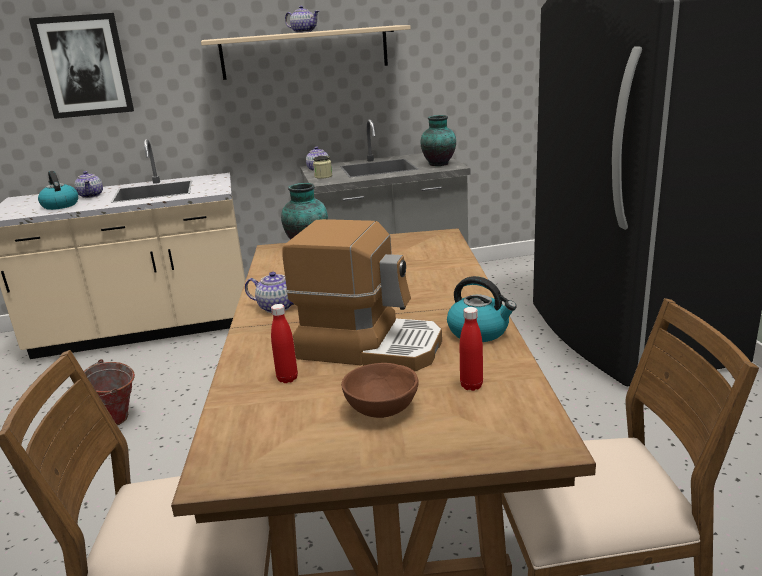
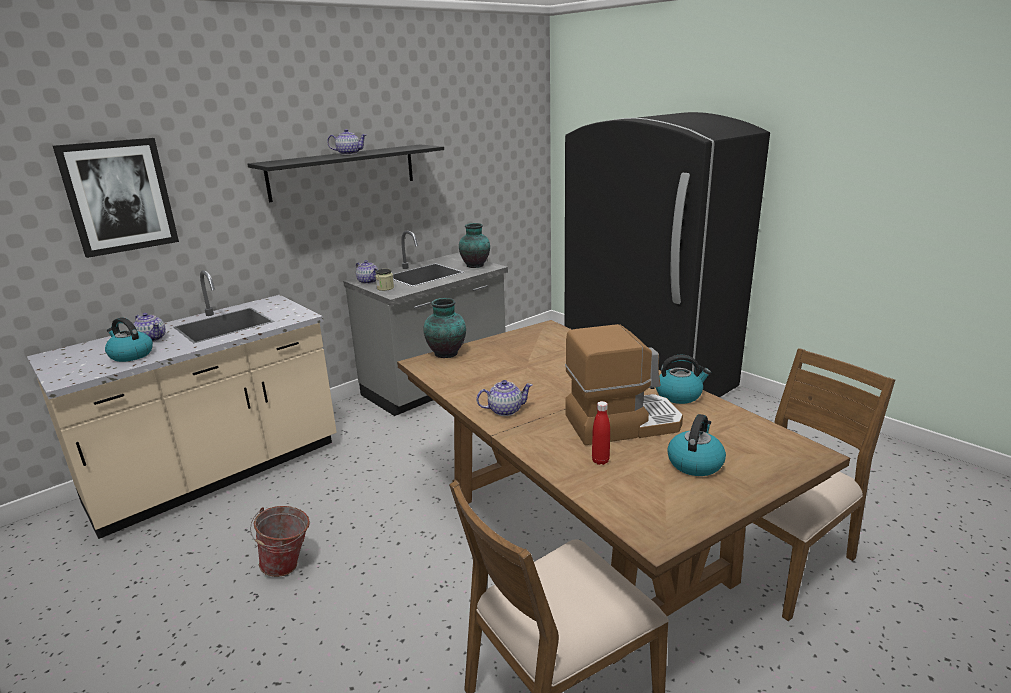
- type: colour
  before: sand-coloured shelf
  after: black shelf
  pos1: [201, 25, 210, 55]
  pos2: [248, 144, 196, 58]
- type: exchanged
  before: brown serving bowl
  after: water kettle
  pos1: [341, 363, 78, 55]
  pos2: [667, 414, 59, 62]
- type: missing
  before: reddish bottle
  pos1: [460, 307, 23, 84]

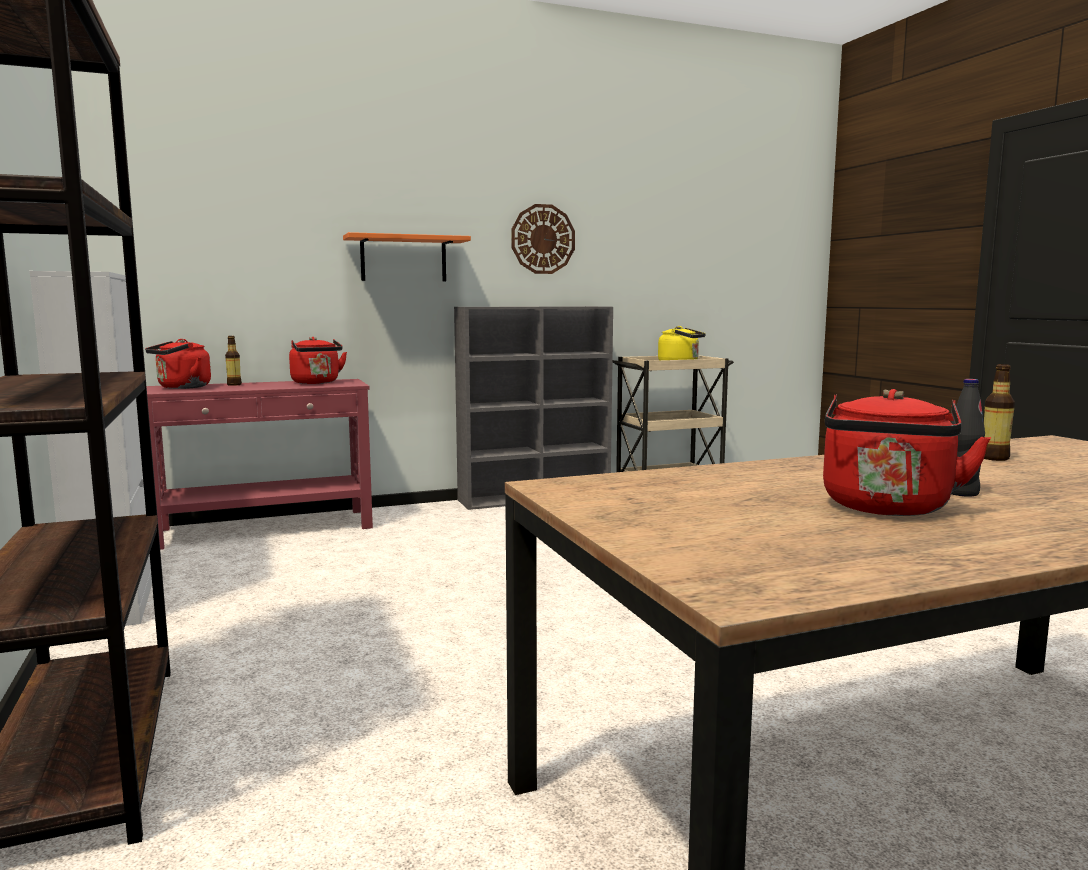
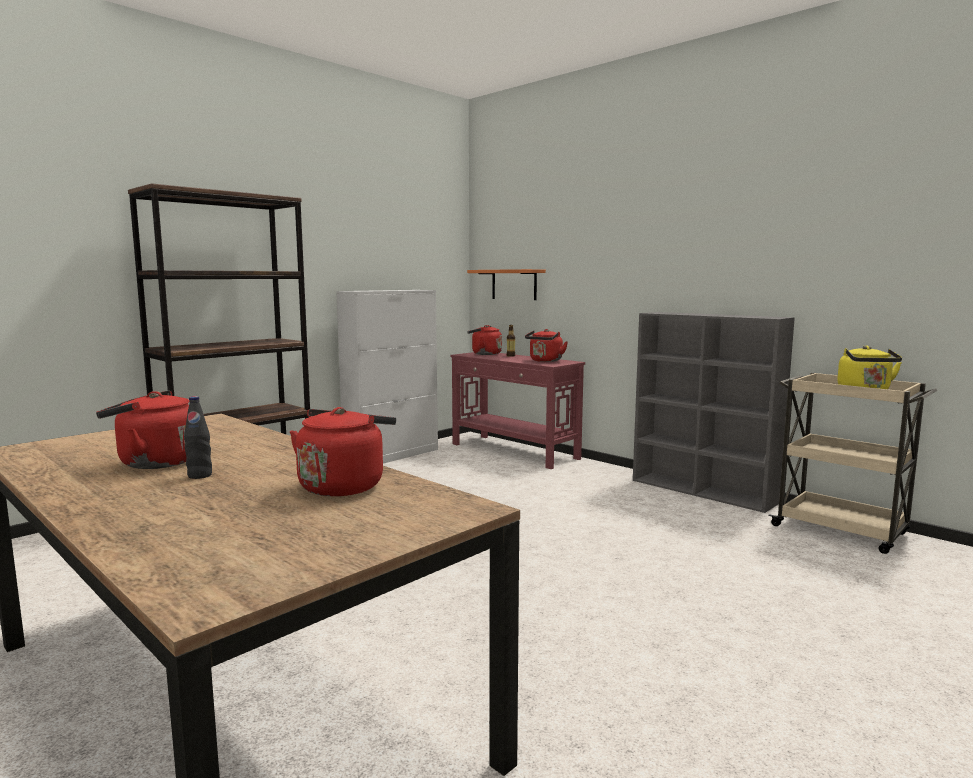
- type: exchanged
  before: bottle
  after: reddish water kettle
  pos1: [984, 364, 31, 97]
  pos2: [290, 407, 106, 89]
- type: relocated
  before: orange shelf
  pos1: [343, 232, 128, 49]
  pos2: [467, 269, 79, 31]
- type: missing
  before: clock on the wall
  pos1: [511, 204, 64, 70]

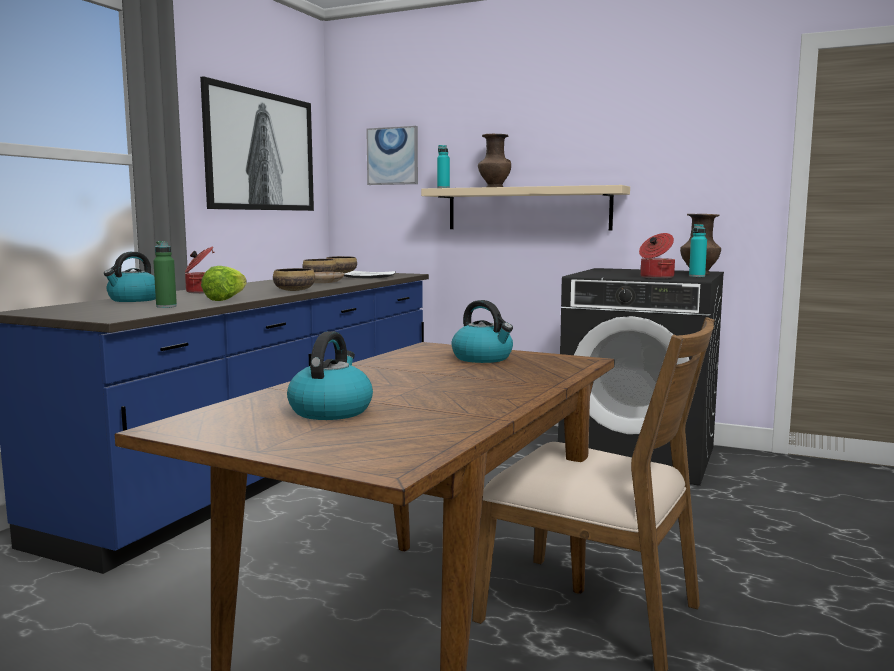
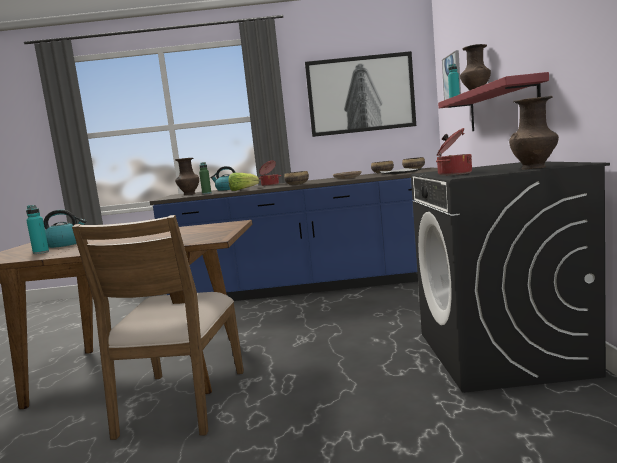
- type: relocated
  before: turquoise bottle
  pos1: [689, 224, 18, 53]
  pos2: [26, 205, 23, 49]
- type: appeared
  after: brown decorative vase
  pos2: [175, 158, 24, 37]
- type: colour
  before: sand-coloured shelf
  after: reddish shelf
  pos1: [421, 185, 209, 45]
  pos2: [438, 72, 111, 59]
- type: missing
  before: water kettle
  pos1: [451, 300, 62, 63]

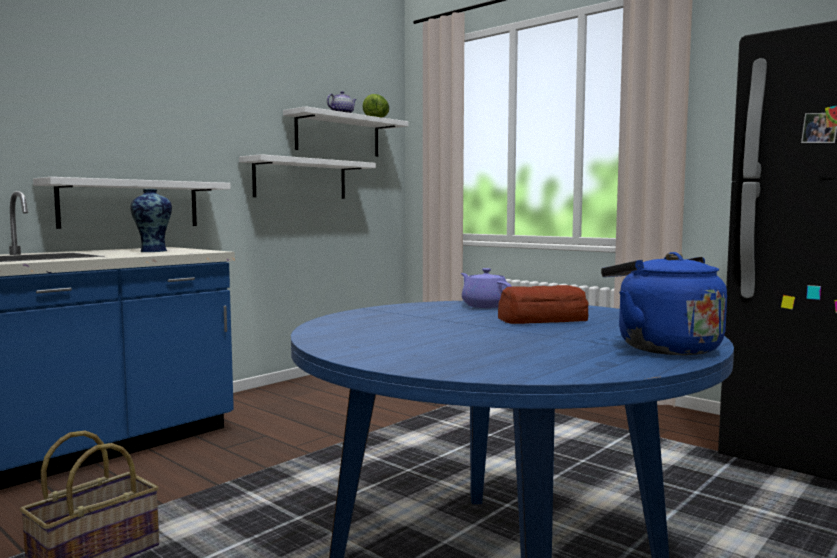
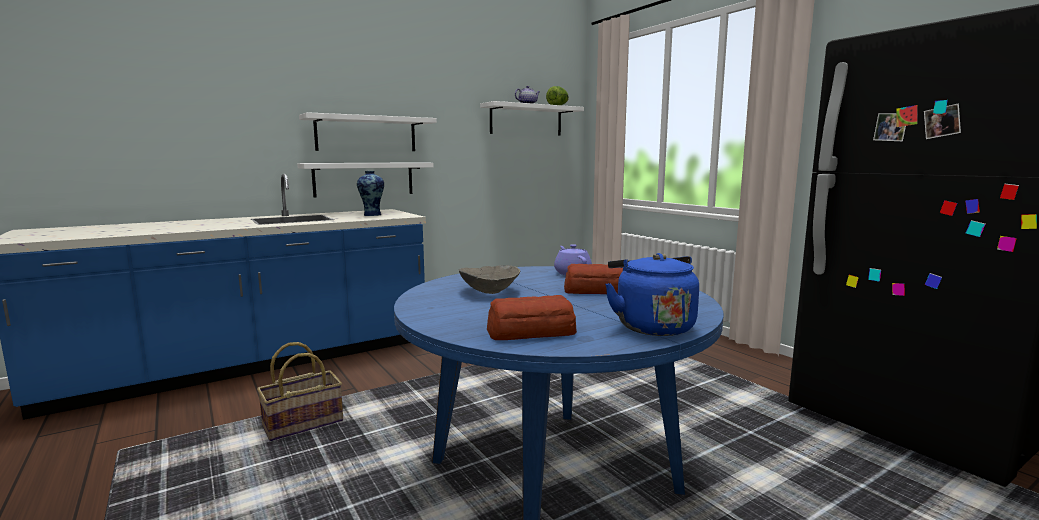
- type: relocated
  before: white shelf
  pos1: [239, 154, 137, 45]
  pos2: [299, 112, 138, 39]
- type: appeared
  after: gray serving bowl
  pos2: [459, 265, 61, 29]
- type: appeared
  after: baked bread
  pos2: [487, 295, 90, 45]

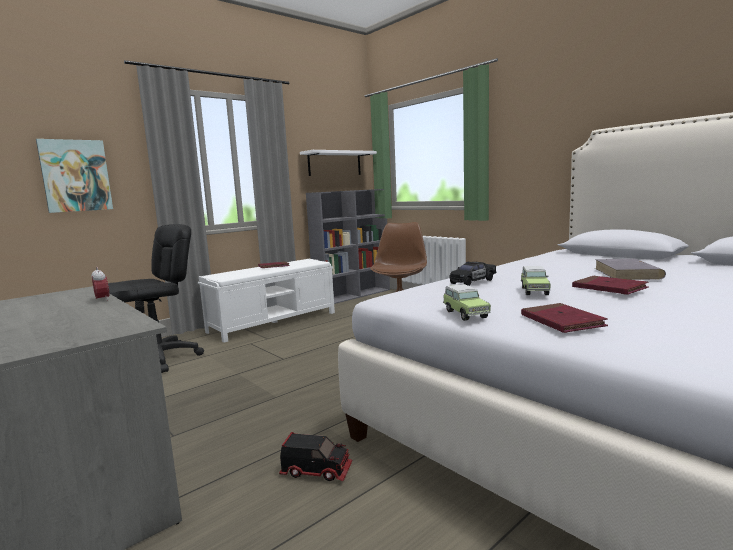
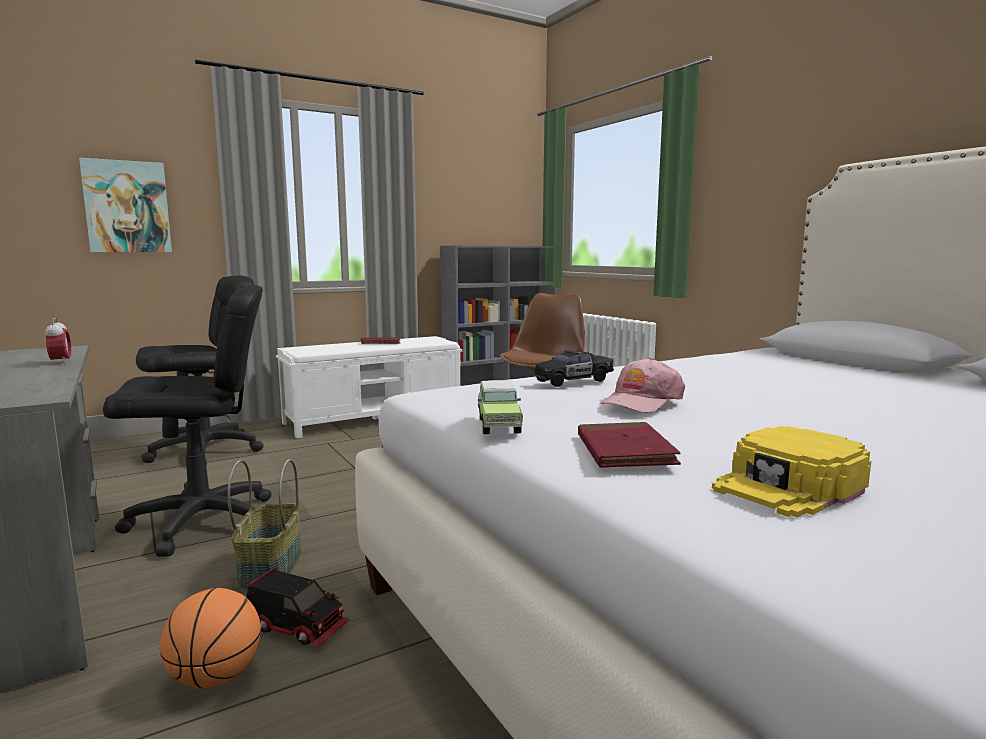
- type: appeared
  after: black computer chair
  pos2: [103, 285, 168, 272]
- type: appeared
  after: basketball
  pos2: [160, 588, 101, 100]
- type: appeared
  after: basket
  pos2: [228, 459, 73, 131]
- type: exchanged
  before: toy car
  after: pink baseball cap
  pos1: [521, 266, 30, 29]
  pos2: [600, 358, 85, 55]
- type: appeared
  after: yellow-coloured baseball cap
  pos2: [712, 426, 159, 91]
- type: missing
  before: white shelf
  pos1: [300, 150, 77, 26]
- type: missing
  before: reddish volume
  pos1: [572, 276, 77, 19]
- type: missing
  before: gray volume
  pos1: [595, 259, 71, 21]

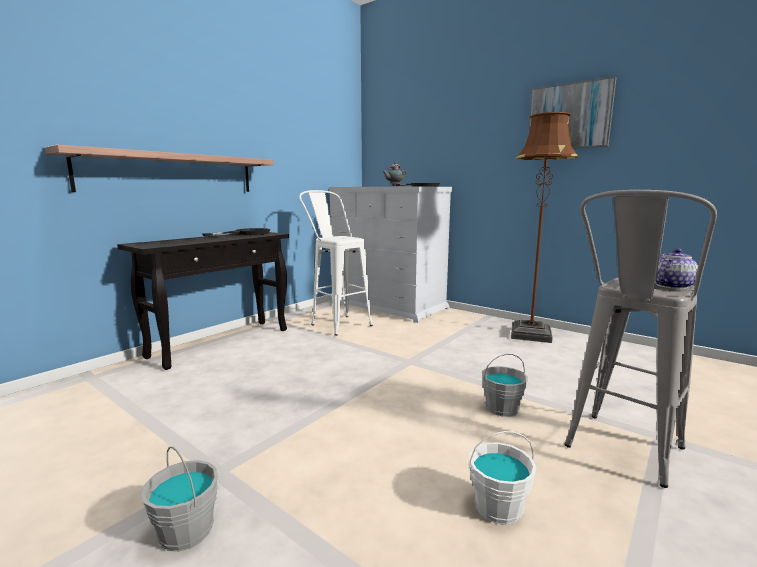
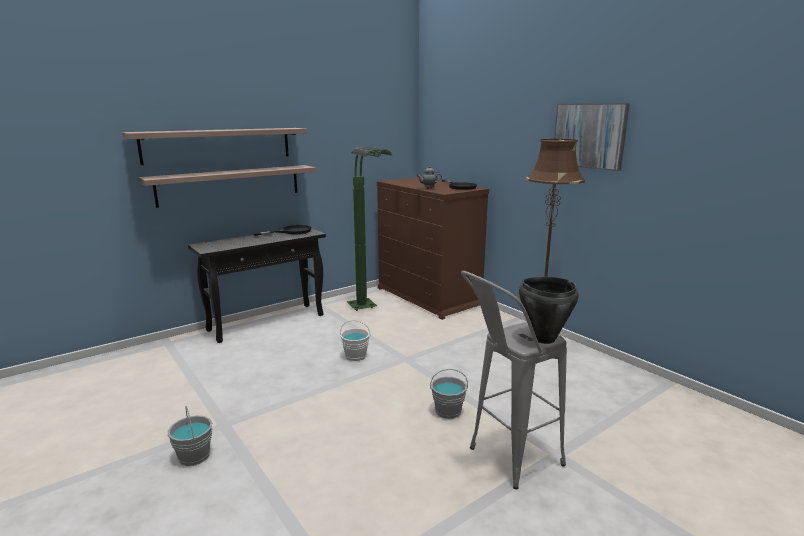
- type: appeared
  after: shelf
  pos2: [122, 128, 185, 37]
- type: relocated
  before: white bucket
  pos1: [469, 431, 67, 94]
  pos2: [340, 320, 30, 41]
- type: exchanged
  before: white sitting stool
  after: greenish standing lamp
  pos1: [299, 190, 74, 146]
  pos2: [347, 147, 45, 164]
- type: colour
  before: white chest of drawers
  after: brown chest of drawers
  pos1: [329, 186, 123, 137]
  pos2: [377, 177, 112, 143]
- type: exchanged
  before: teapot
  after: black saucepot
  pos1: [656, 248, 42, 41]
  pos2: [519, 277, 59, 67]

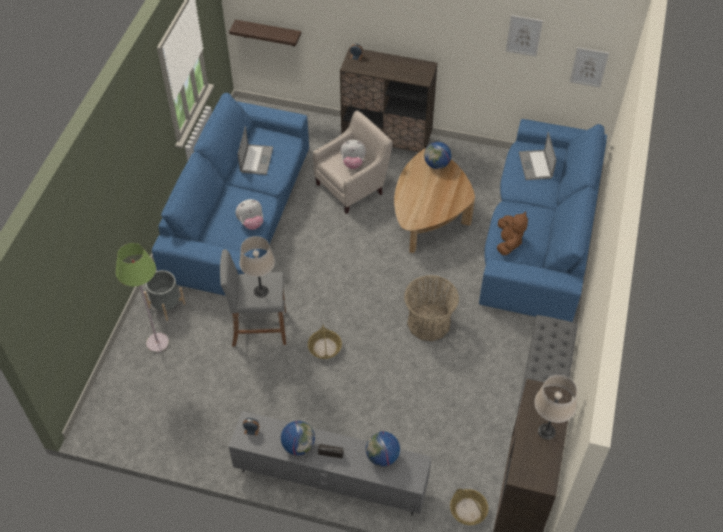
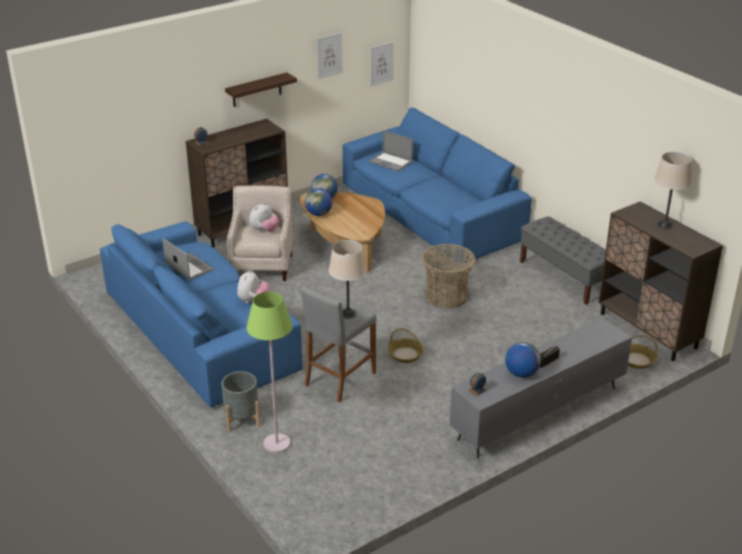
- type: relocated
  before: shelf
  pos1: [229, 20, 72, 27]
  pos2: [225, 72, 72, 35]
- type: relocated
  before: world globe
  pos1: [366, 431, 34, 35]
  pos2: [305, 188, 27, 28]
- type: missing
  before: brown plush toy
  pos1: [497, 211, 31, 44]

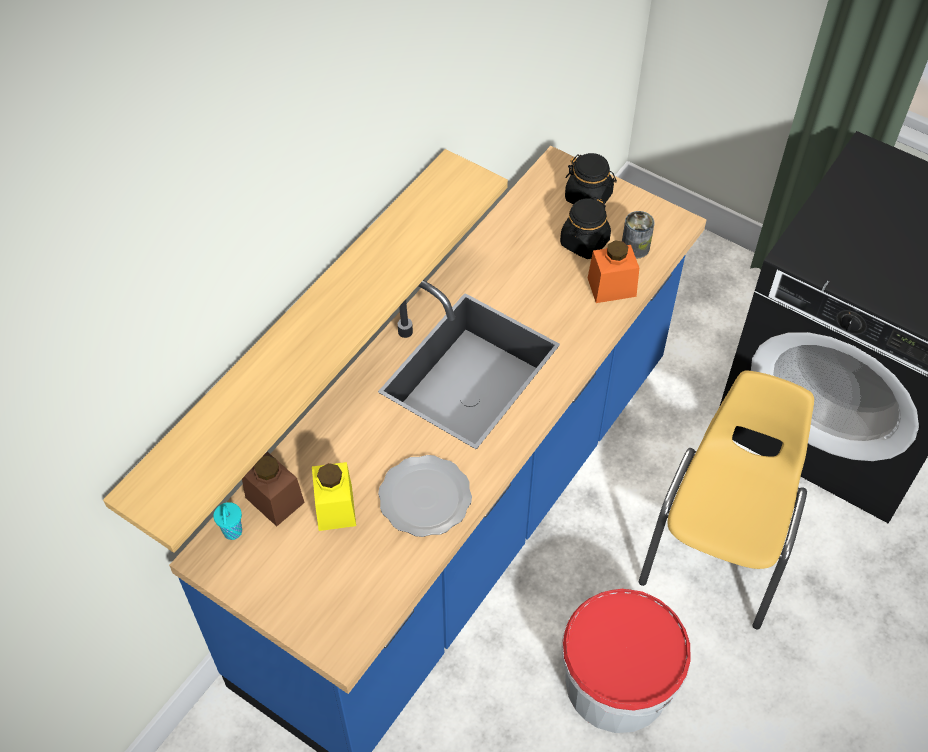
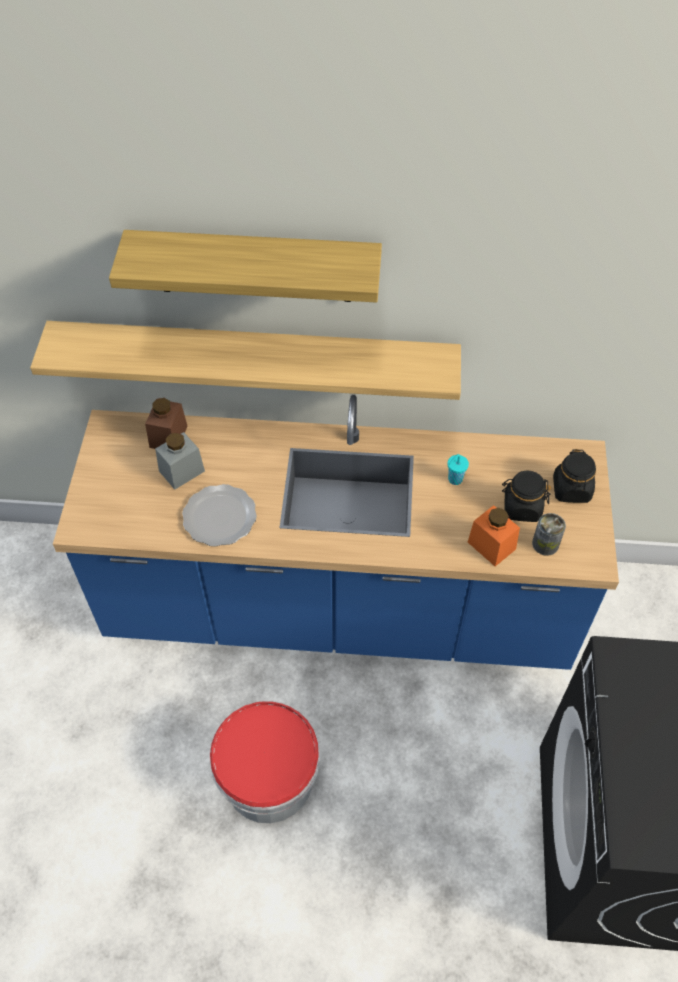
- type: appeared
  after: shelf
  pos2: [109, 230, 273, 73]
- type: colour
  before: yellow-coloured jar
  after: gray jar
  pos1: [312, 462, 44, 69]
  pos2: [155, 432, 50, 58]
- type: relocated
  before: turquoise drinking cup
  pos1: [213, 502, 29, 38]
  pos2: [448, 454, 21, 31]
- type: missing
  before: yellow-coloured upright chair
  pos1: [639, 370, 175, 260]

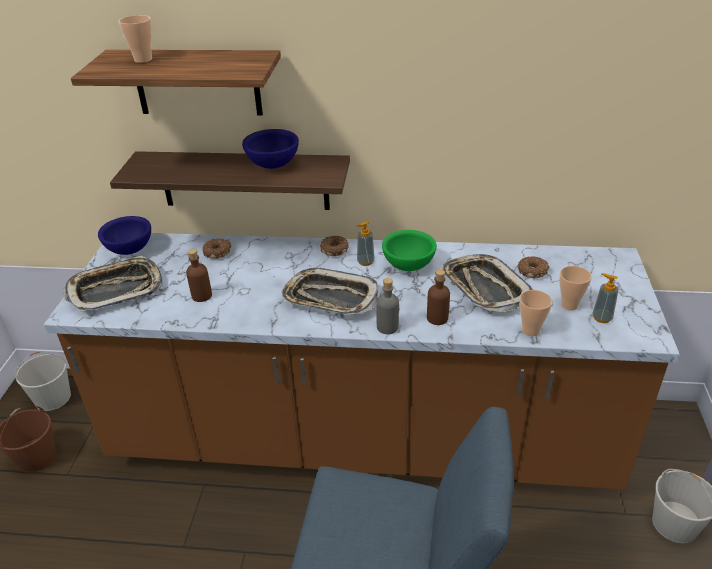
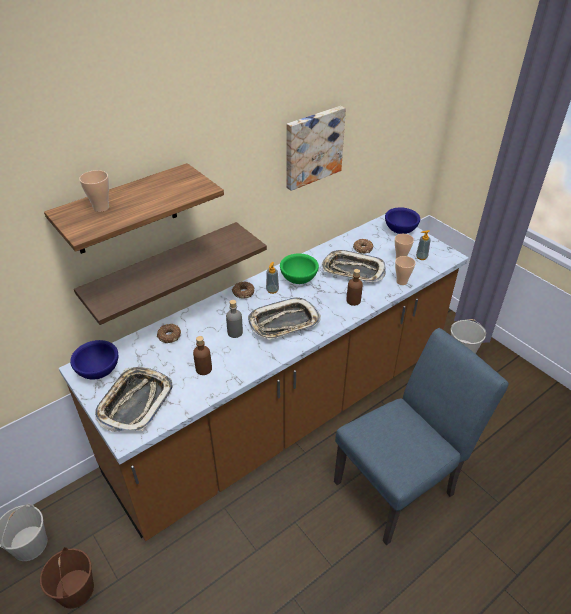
- type: relocated
  before: gray bottle
  pos1: [377, 278, 22, 56]
  pos2: [226, 300, 17, 38]
- type: appeared
  after: picture
  pos2: [286, 106, 60, 85]
- type: relocated
  before: bluish serving bowl
  pos1: [242, 129, 57, 40]
  pos2: [385, 207, 35, 27]

